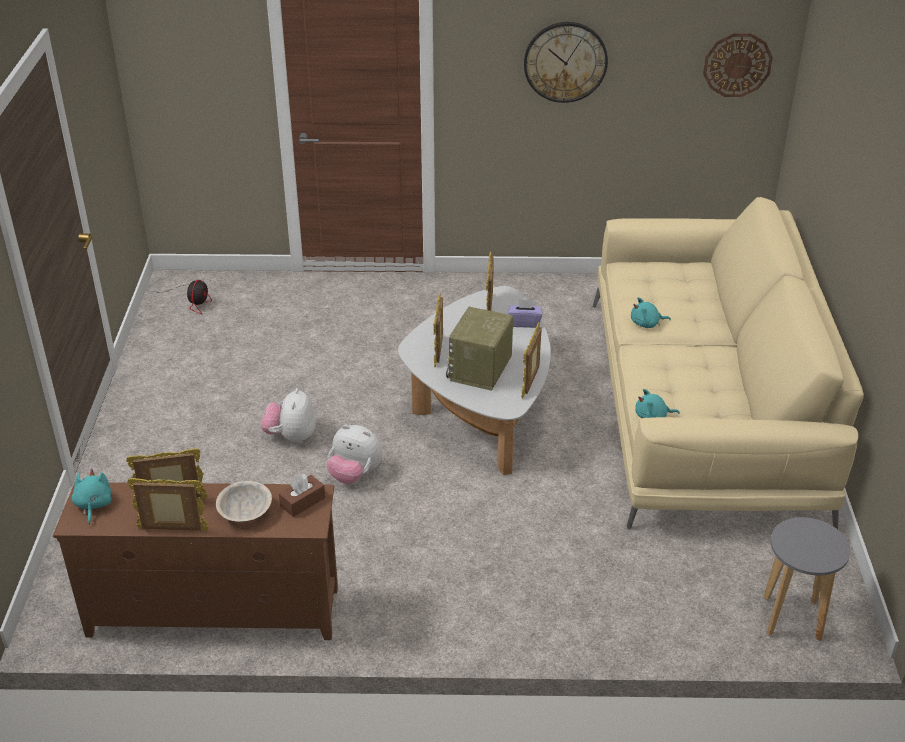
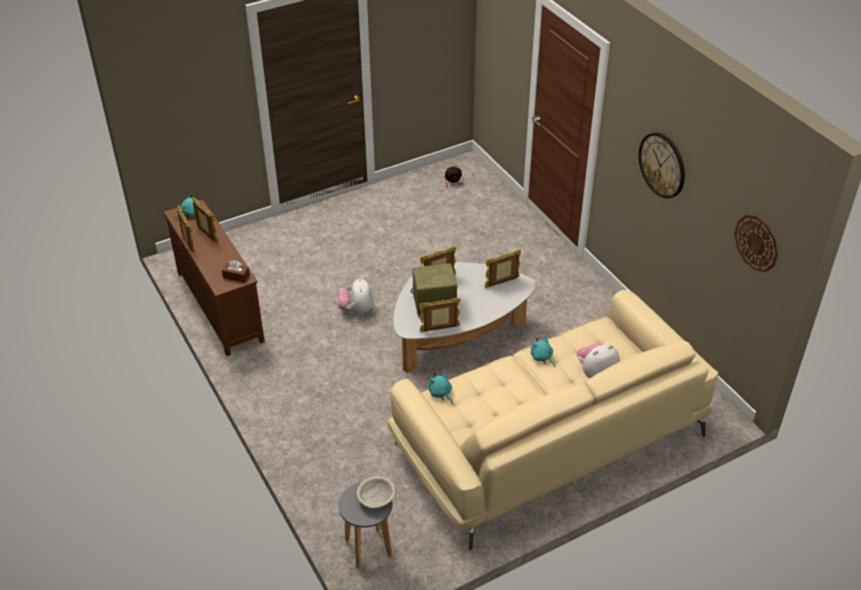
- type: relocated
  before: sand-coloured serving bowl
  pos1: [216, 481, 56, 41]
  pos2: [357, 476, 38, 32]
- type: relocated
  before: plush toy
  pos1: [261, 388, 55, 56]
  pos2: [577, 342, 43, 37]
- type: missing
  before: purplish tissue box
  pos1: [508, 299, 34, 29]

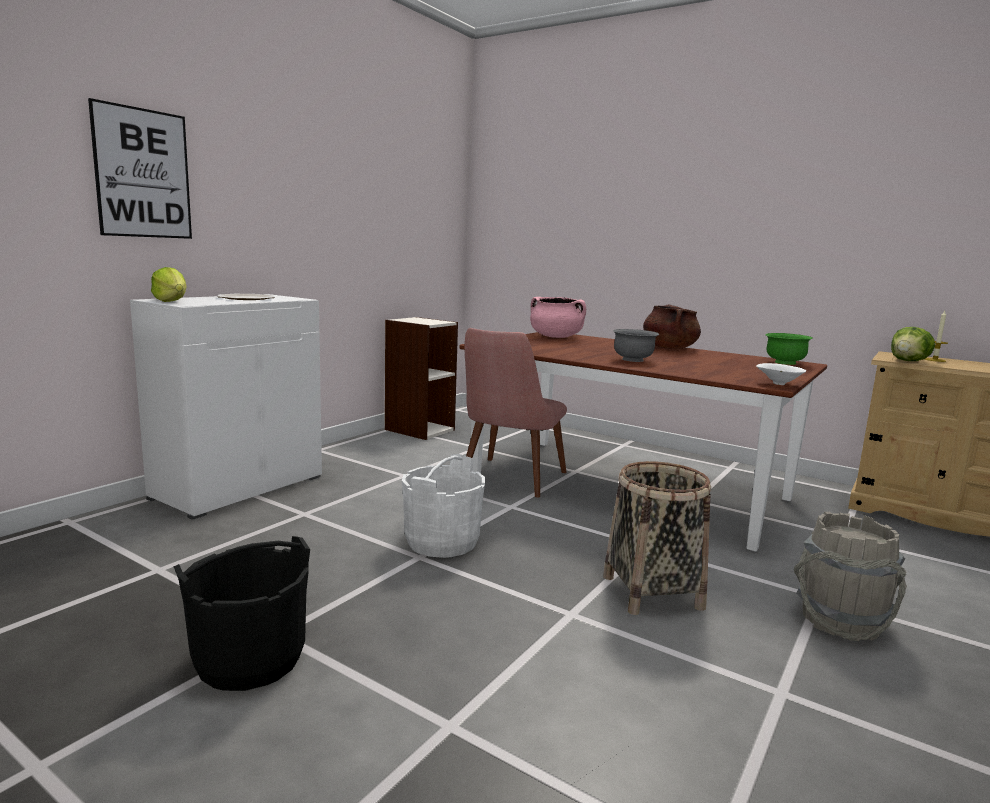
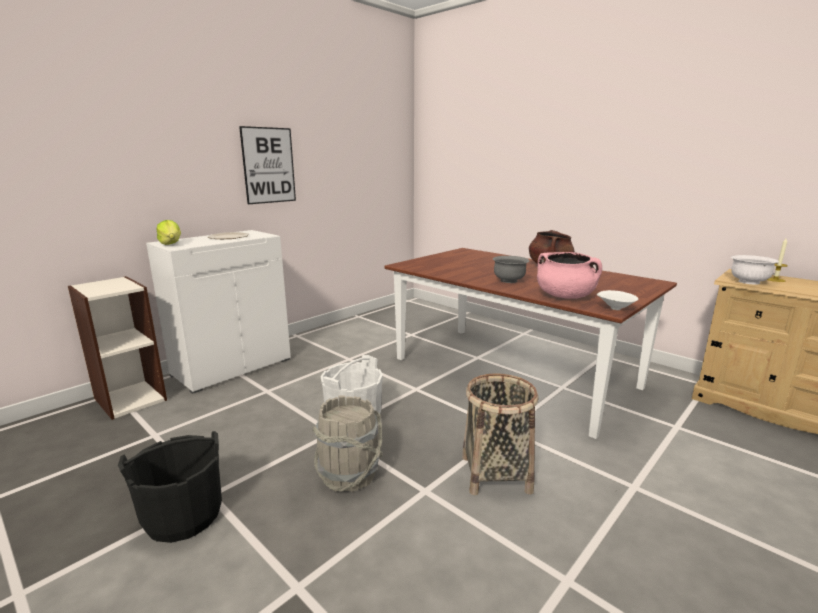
- type: relocated
  before: shelving unit
  pos1: [385, 317, 73, 123]
  pos2: [68, 276, 99, 144]
- type: relocated
  before: picture
  pos1: [88, 98, 104, 141]
  pos2: [239, 126, 57, 78]
- type: relocated
  before: gray bucket
  pos1: [794, 512, 113, 129]
  pos2: [312, 396, 71, 96]
- type: relocated
  before: pink saucepot
  pos1: [530, 297, 56, 41]
  pos2: [537, 252, 65, 47]
- type: exchanged
  before: head of lettuce
  after: white serving bowl
  pos1: [891, 327, 44, 34]
  pos2: [731, 255, 48, 30]
- type: missing
  before: pink upright chair
  pos1: [464, 328, 103, 170]
- type: missing
  before: greenish serving bowl
  pos1: [765, 333, 48, 32]

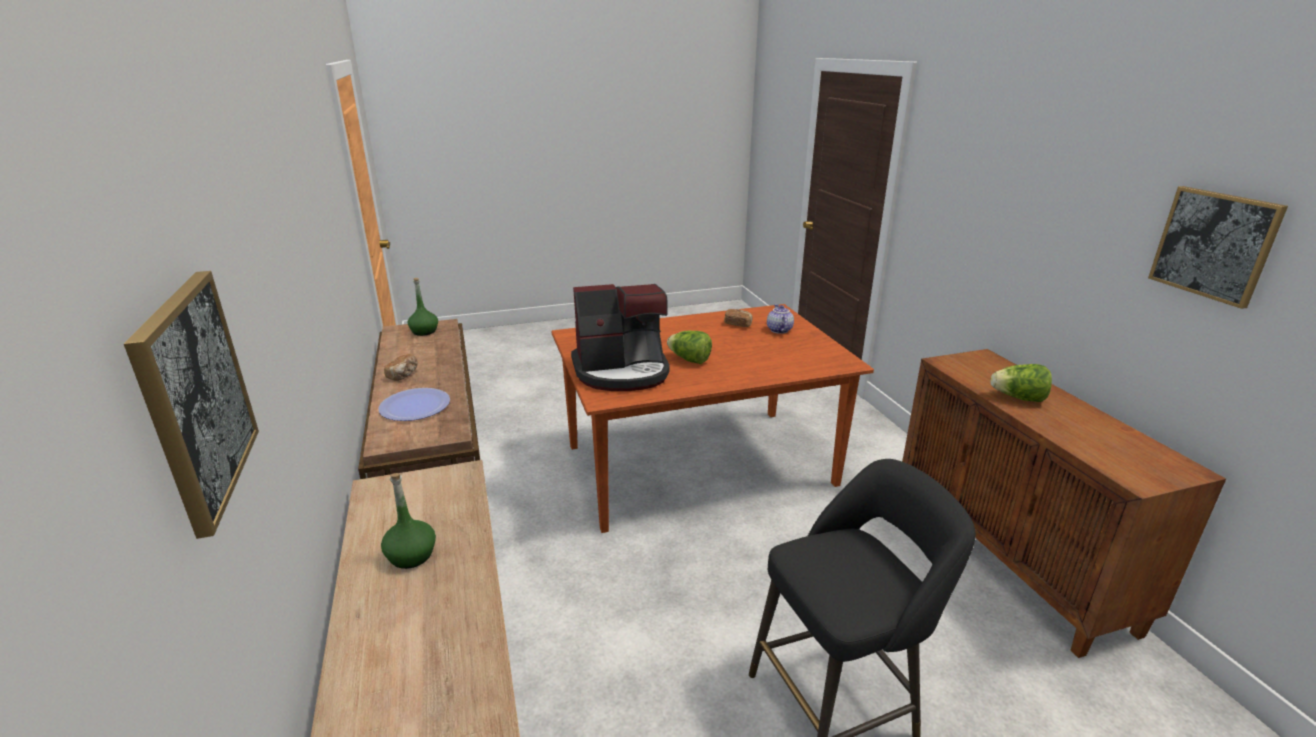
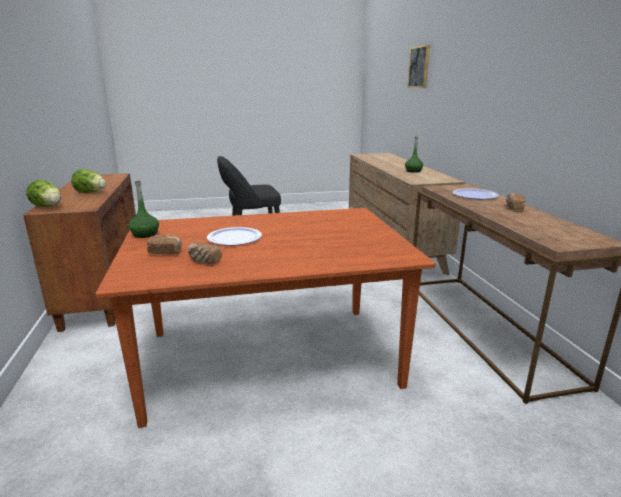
- type: relocated
  before: head of lettuce
  pos1: [667, 331, 45, 33]
  pos2: [26, 180, 35, 27]
- type: relocated
  before: greenish bottle
  pos1: [408, 278, 30, 58]
  pos2: [128, 181, 31, 57]
- type: exchanged
  before: teapot
  after: baked bread
  pos1: [767, 305, 27, 29]
  pos2: [147, 235, 35, 20]
- type: appeared
  after: flat dish
  pos2: [207, 227, 55, 19]
- type: missing
  before: coffee brewer
  pos1: [571, 284, 99, 107]
- type: missing
  before: picture
  pos1: [1148, 186, 140, 123]

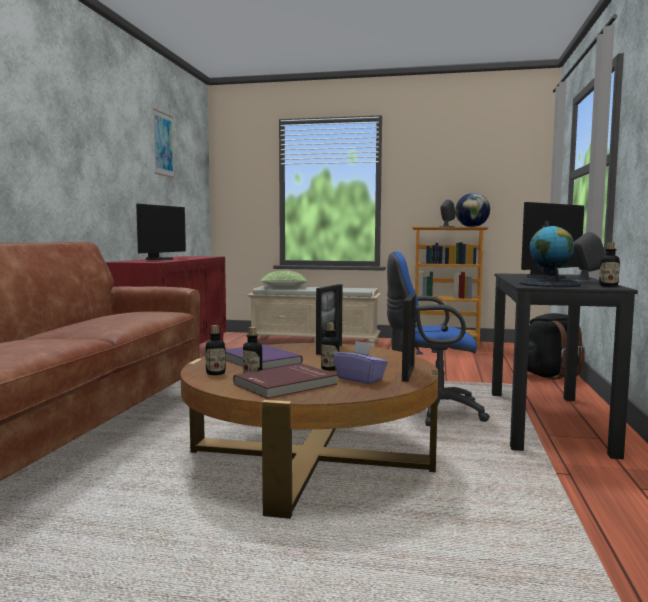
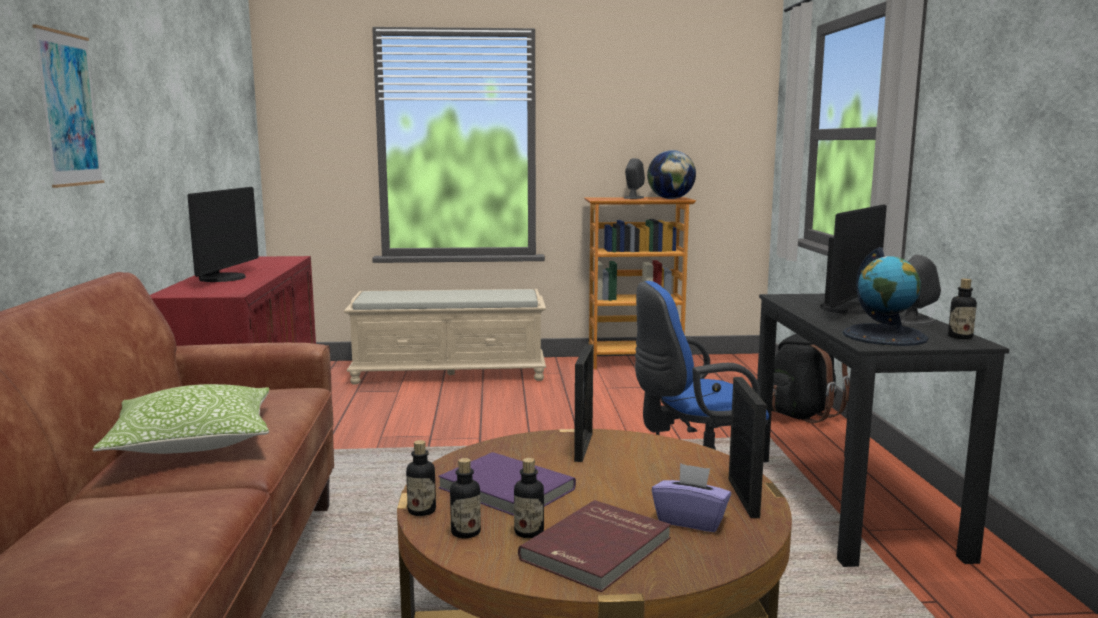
- type: relocated
  before: picture
  pos1: [152, 108, 23, 70]
  pos2: [32, 25, 72, 163]
- type: relocated
  before: cushion
  pos1: [259, 271, 49, 17]
  pos2: [93, 384, 176, 70]
- type: relocated
  before: bottle
  pos1: [321, 323, 18, 48]
  pos2: [406, 440, 30, 76]

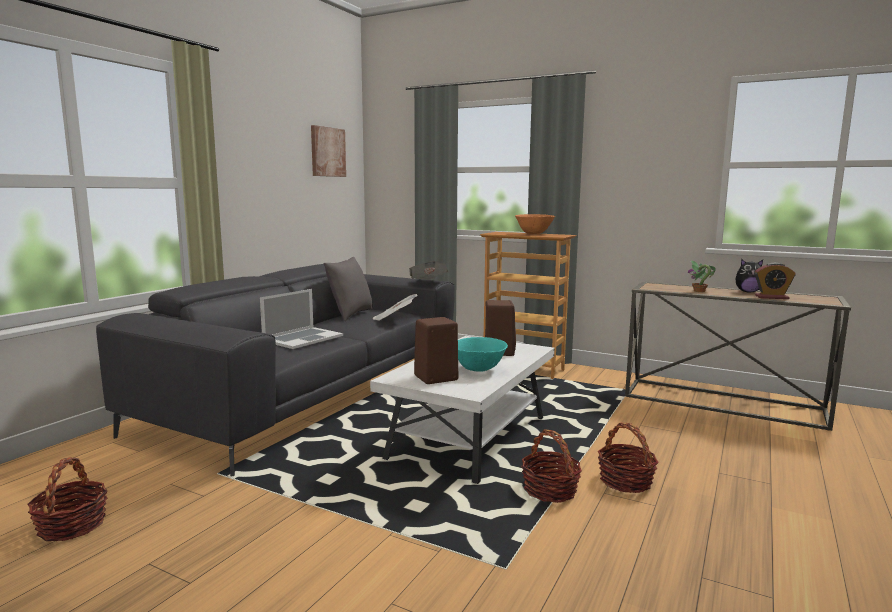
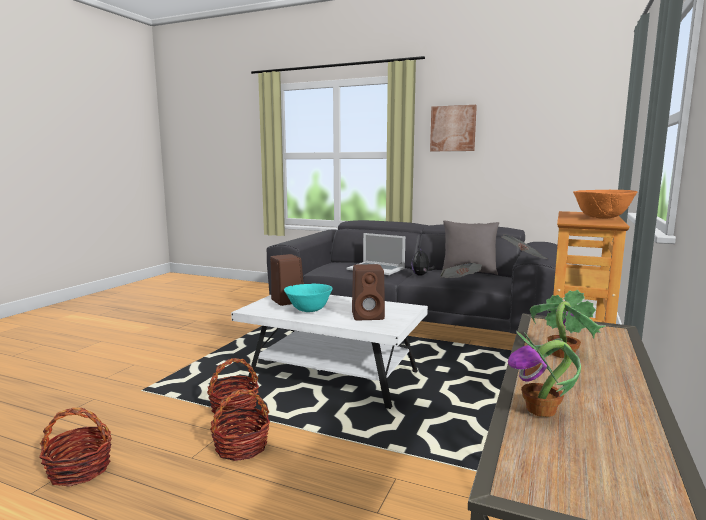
- type: relocated
  before: basket
  pos1: [28, 457, 80, 84]
  pos2: [39, 408, 73, 79]
- type: relocated
  before: plush toy
  pos1: [735, 259, 28, 34]
  pos2: [411, 247, 24, 29]
- type: relocated
  before: picture
  pos1: [311, 125, 35, 52]
  pos2: [430, 105, 47, 46]
- type: exchanged
  before: table clock
  after: plant in a pot
  pos1: [755, 263, 40, 36]
  pos2: [508, 330, 73, 87]

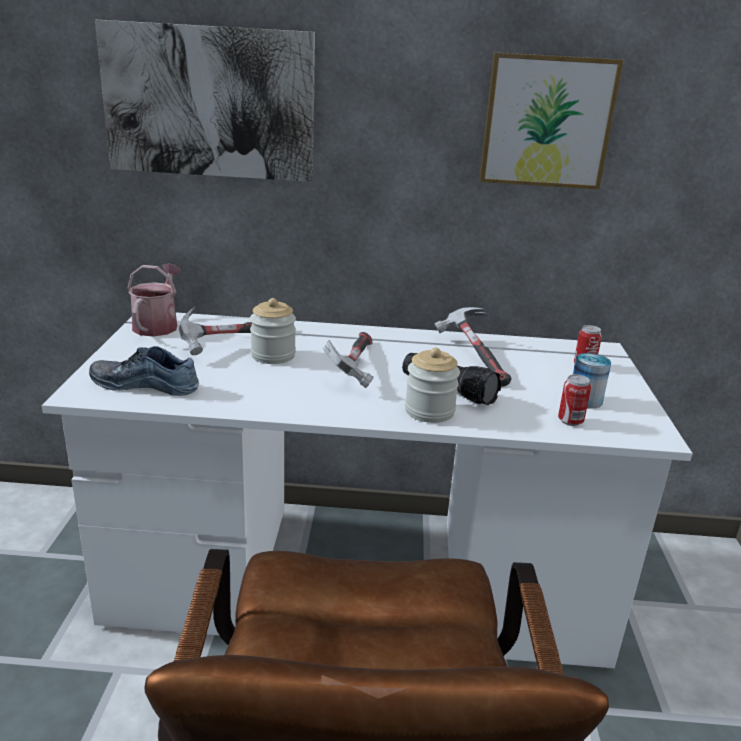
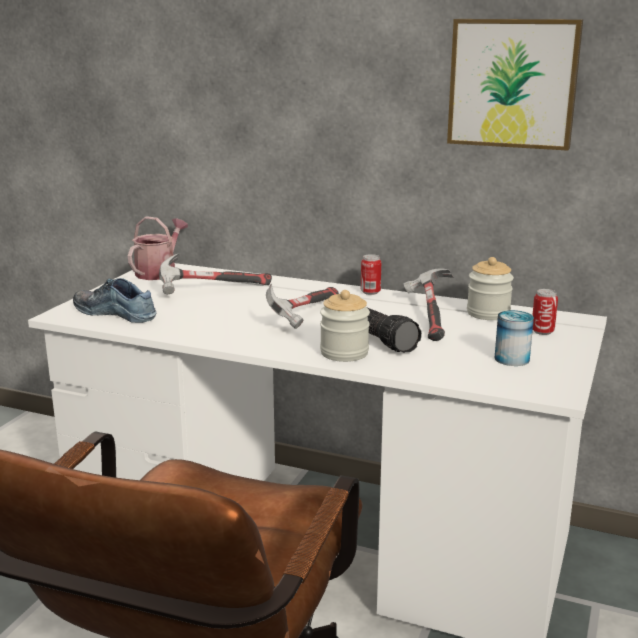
- type: relocated
  before: sealed can
  pos1: [558, 374, 33, 52]
  pos2: [361, 254, 20, 41]
- type: relocated
  before: jar
  pos1: [250, 298, 46, 66]
  pos2: [467, 257, 47, 63]
- type: missing
  before: picture
  pos1: [95, 20, 220, 162]

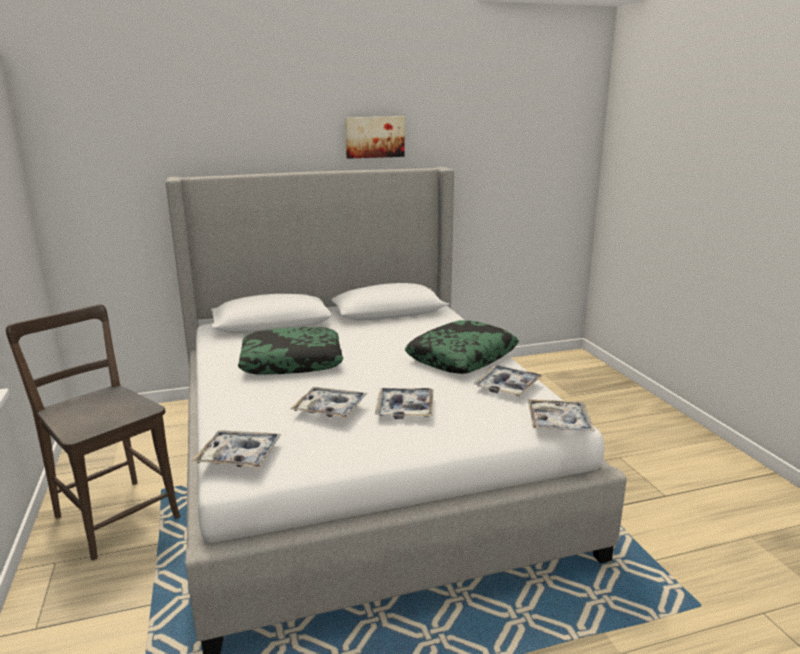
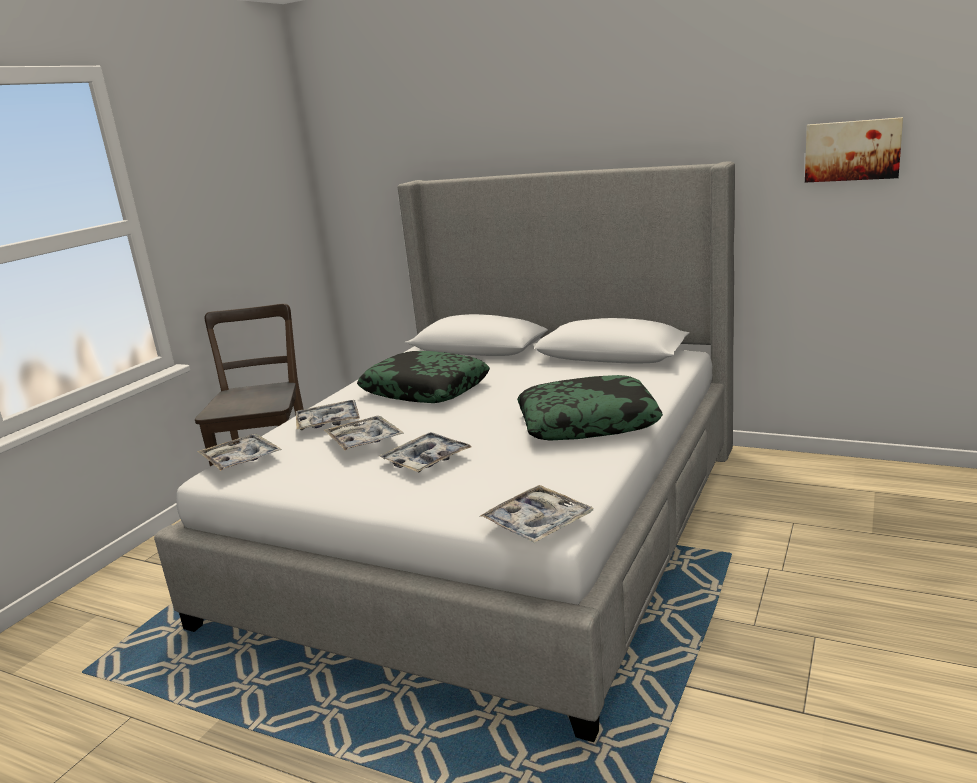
- type: relocated
  before: carrying tray
  pos1: [473, 365, 69, 31]
  pos2: [296, 400, 64, 30]
- type: relocated
  before: picture
  pos1: [345, 116, 60, 43]
  pos2: [805, 117, 98, 66]

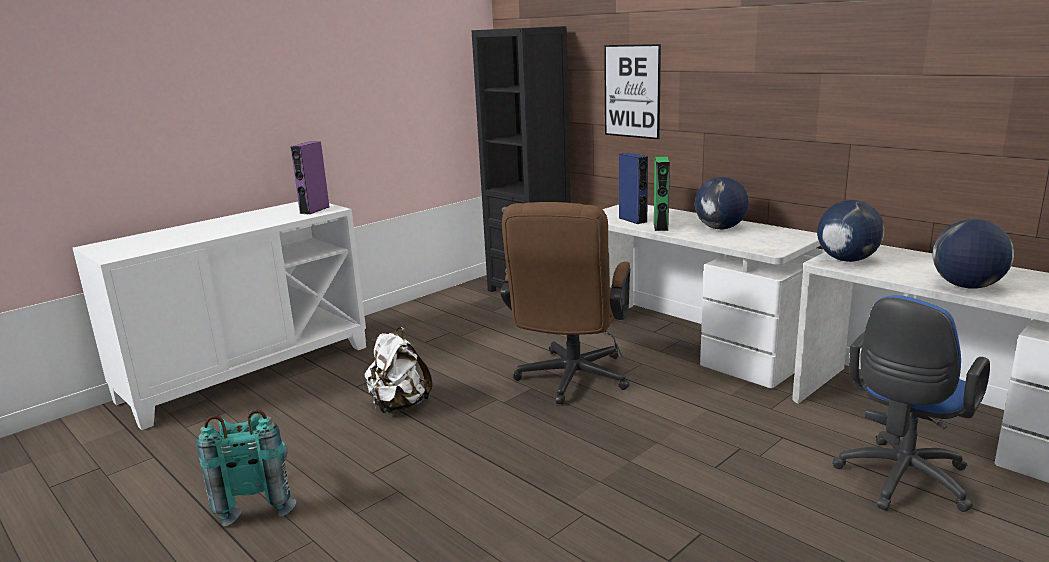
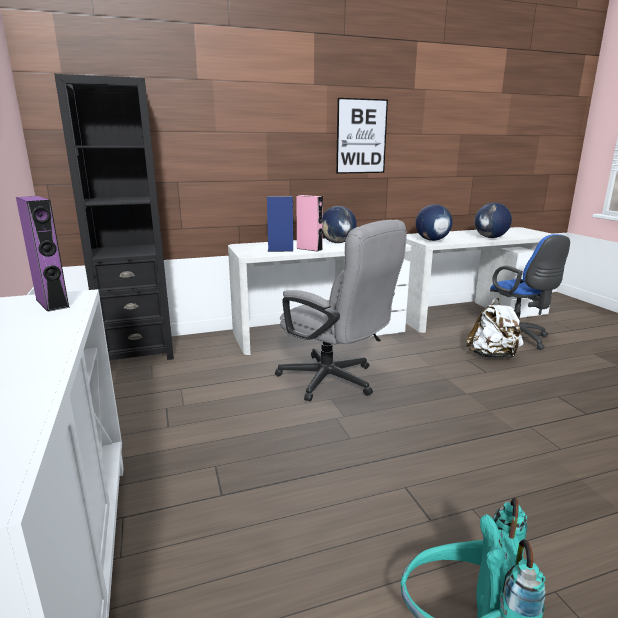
- type: colour
  before: brown computer chair
  after: gray computer chair
  pos1: [500, 202, 130, 202]
  pos2: [275, 220, 132, 182]
- type: colour
  before: greenish audio speaker
  after: pink audio speaker
  pos1: [653, 156, 17, 75]
  pos2: [296, 195, 27, 57]
- type: relocated
  before: picture
  pos1: [604, 44, 57, 95]
  pos2: [336, 98, 52, 76]
- type: relocated
  before: white backpack
  pos1: [365, 327, 68, 86]
  pos2: [466, 298, 58, 60]

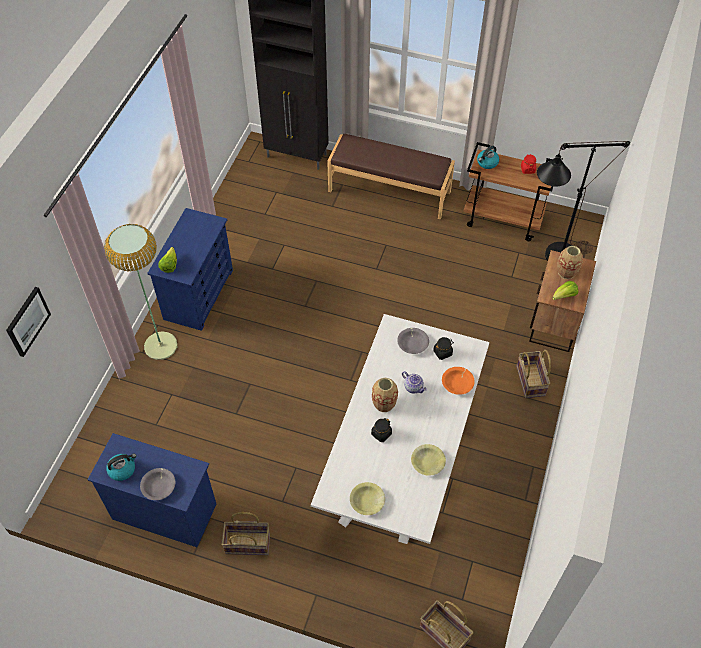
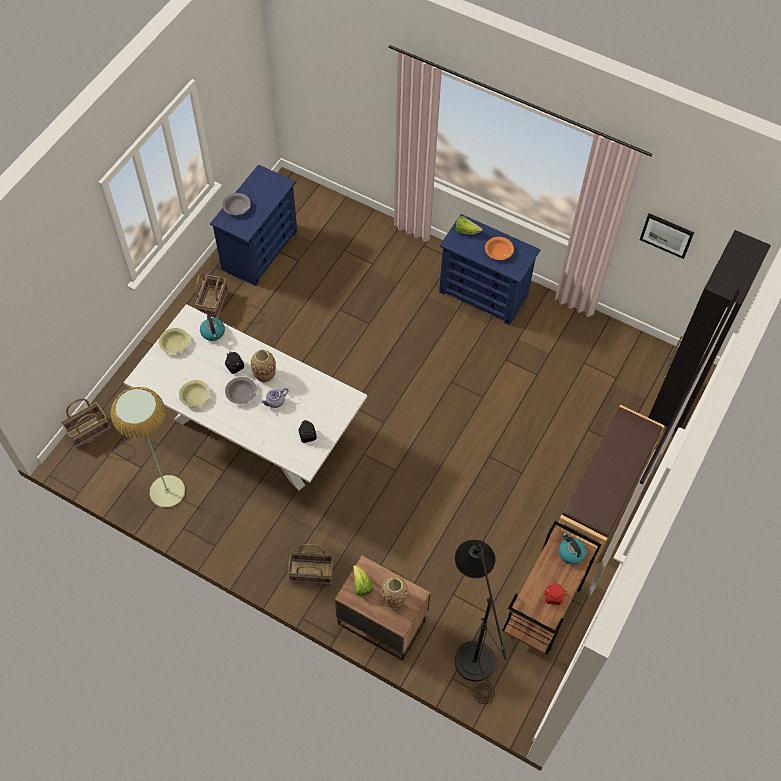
- type: relocated
  before: standing lamp
  pos1: [104, 224, 73, 136]
  pos2: [111, 387, 74, 121]
- type: relocated
  before: water kettle
  pos1: [106, 453, 30, 28]
  pos2: [200, 315, 25, 26]
- type: relocated
  before: gray serving bowl
  pos1: [397, 328, 32, 26]
  pos2: [225, 377, 32, 27]
- type: relocated
  before: orange serving bowl
  pos1: [442, 367, 33, 28]
  pos2: [485, 237, 29, 23]
- type: relocated
  before: picture
  pos1: [6, 287, 45, 70]
  pos2: [640, 213, 54, 46]

